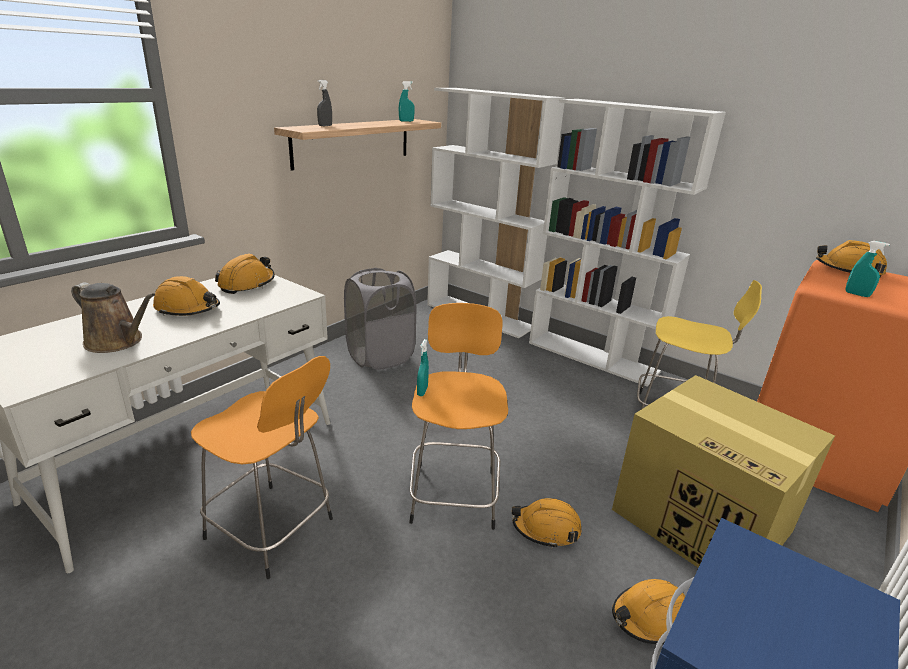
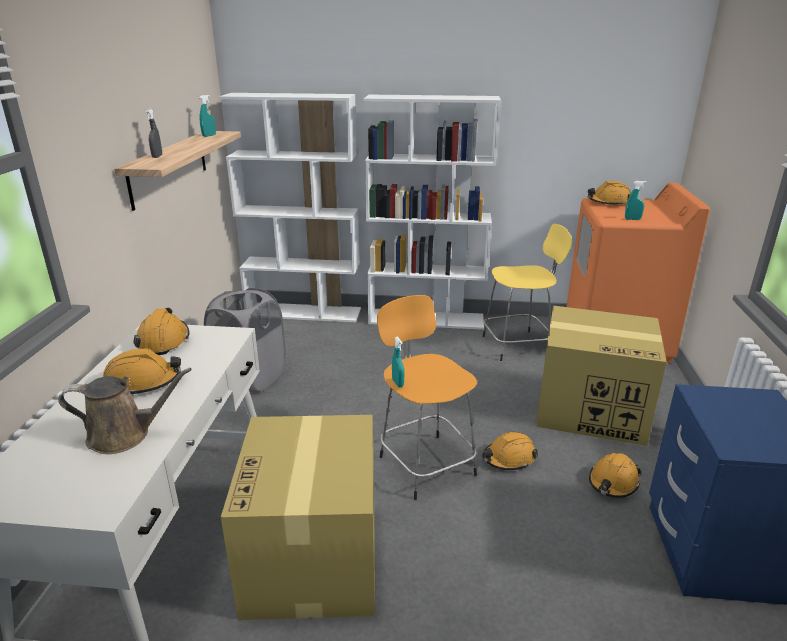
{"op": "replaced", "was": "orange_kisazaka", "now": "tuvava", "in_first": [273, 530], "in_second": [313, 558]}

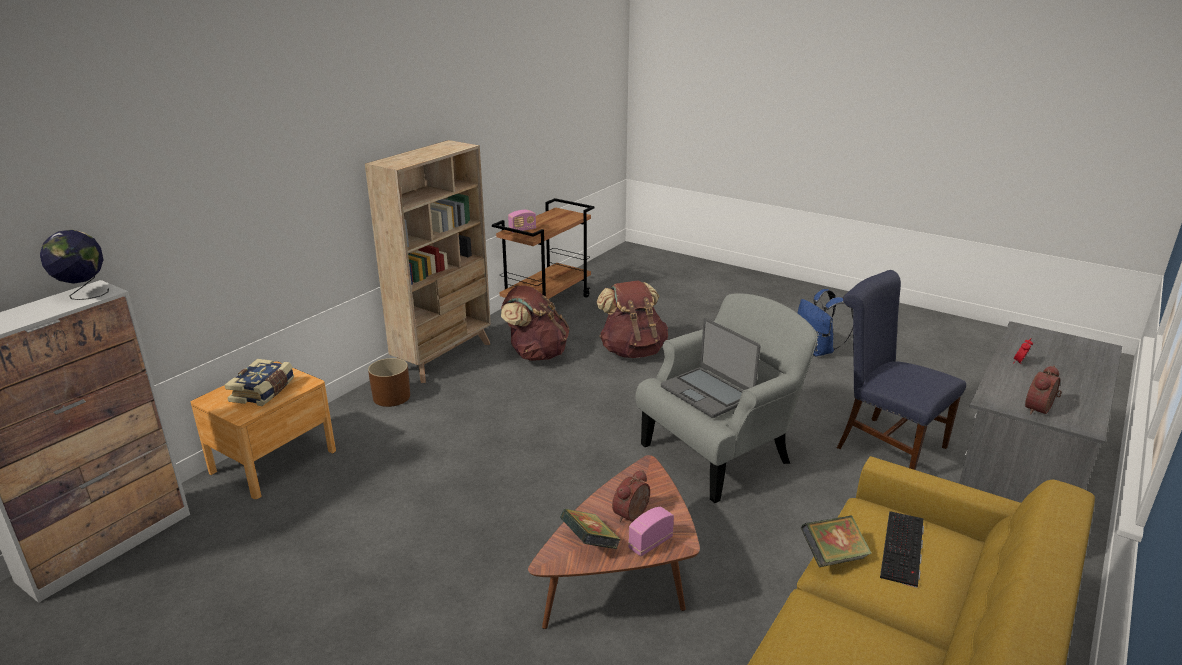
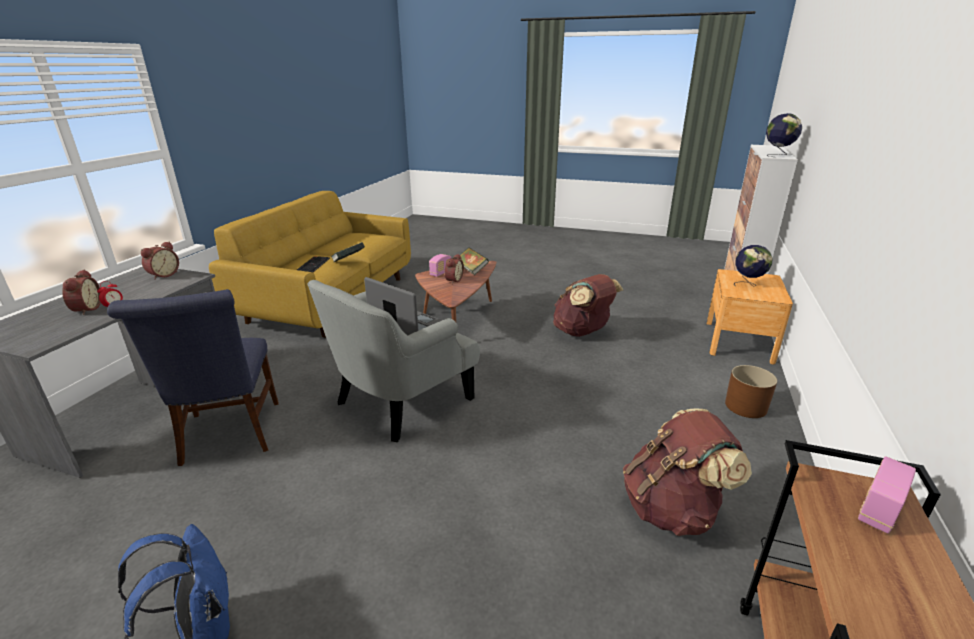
{"op": "replaced", "was": "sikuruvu", "now": "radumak", "in_first": [264, 391], "in_second": [748, 285]}
{"op": "removed", "was": "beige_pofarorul", "in_first": [444, 357]}
{"op": "moved", "was": "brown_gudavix", "in_first": [632, 351], "in_second": [582, 332]}
{"op": "turned", "was": "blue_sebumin", "in_first": [884, 445], "in_second": [230, 436], "clockwise": 45}
{"op": "added", "now": "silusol", "in_second": [86, 309]}

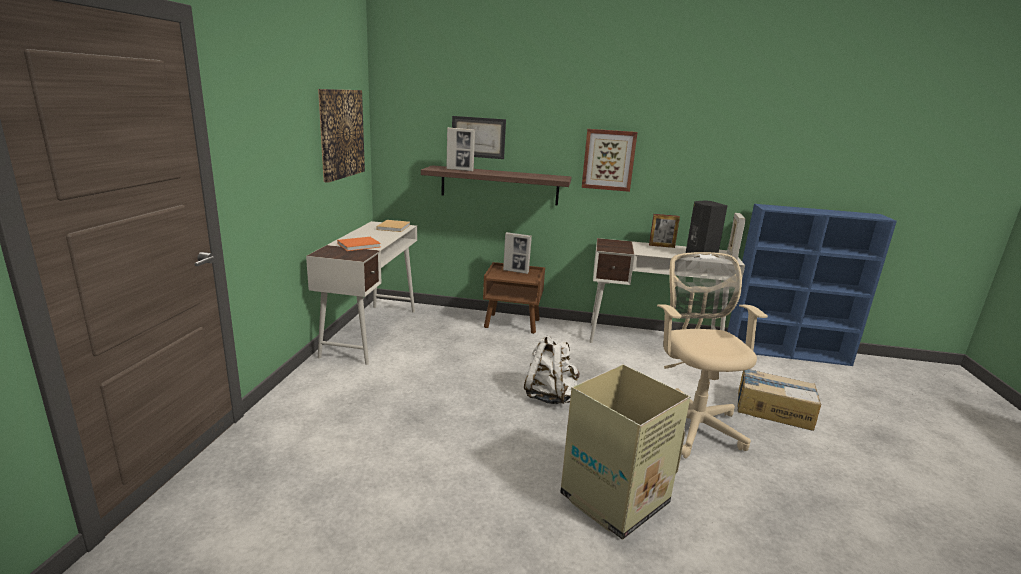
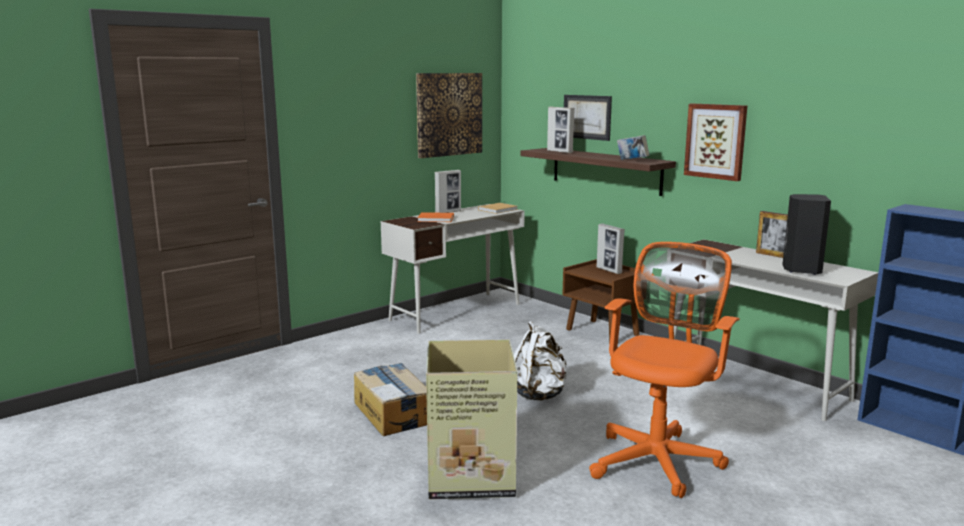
{"op": "recoloured", "was": "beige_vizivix", "now": "orange_vizivix", "in_first": [692, 424], "in_second": [658, 459]}
{"op": "moved", "was": "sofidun", "in_first": [731, 256], "in_second": [448, 212]}
{"op": "moved", "was": "tuvava", "in_first": [773, 409], "in_second": [393, 412]}
{"op": "added", "now": "sikuruvu", "in_second": [632, 160]}

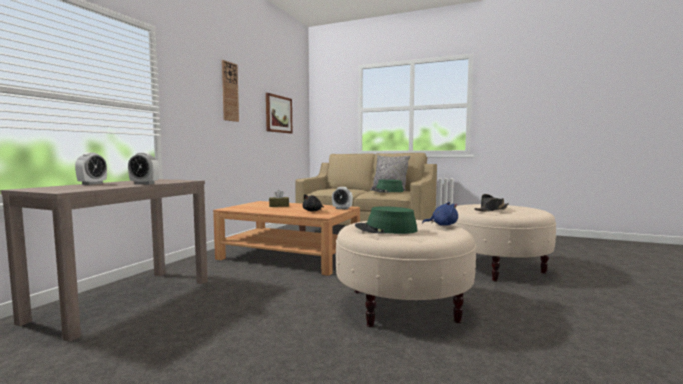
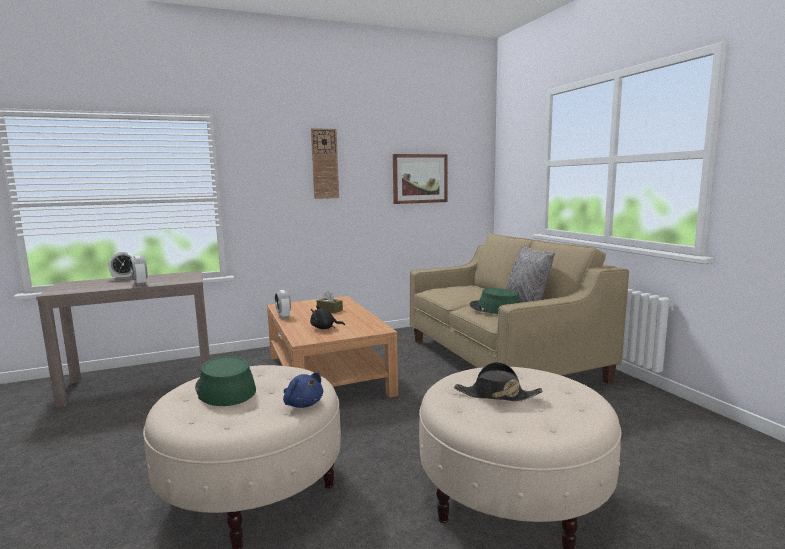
{"op": "moved", "was": "silusol", "in_first": [342, 208], "in_second": [283, 316]}

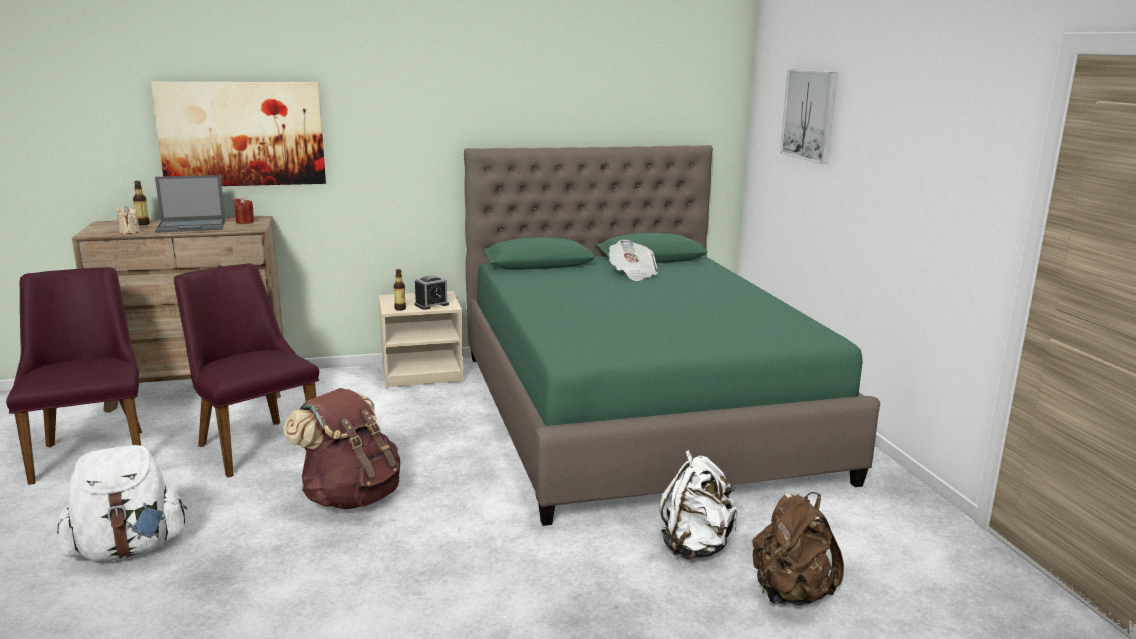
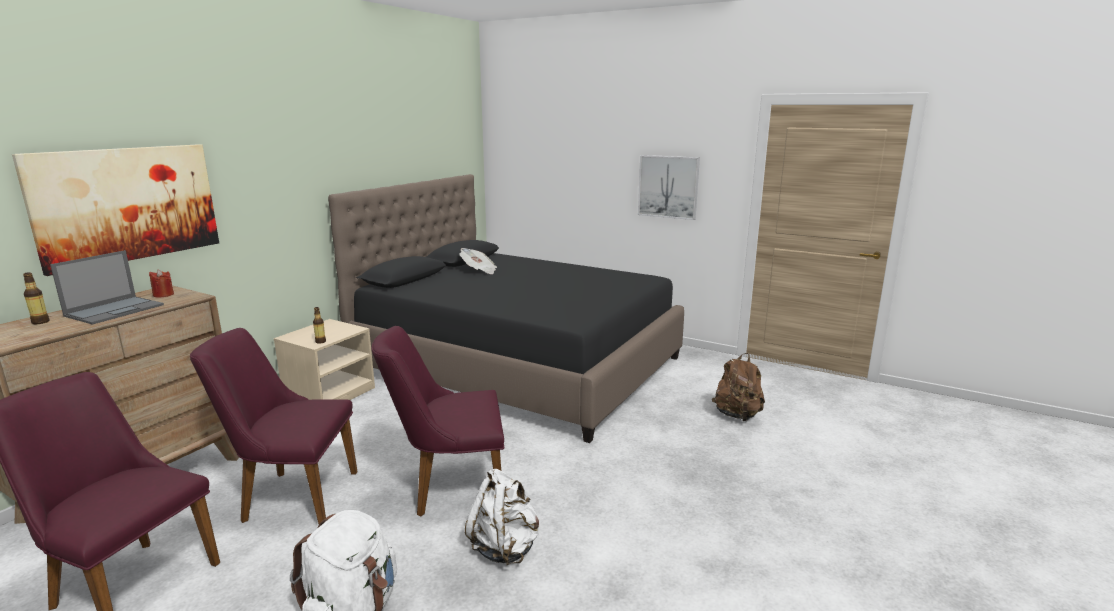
{"op": "removed", "was": "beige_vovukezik", "in_first": [129, 232]}
{"op": "replaced", "was": "brown_gudavix", "now": "purple_sebumin", "in_first": [350, 496], "in_second": [449, 488]}
{"op": "removed", "was": "silusol", "in_first": [431, 304]}
{"op": "recoloured", "was": "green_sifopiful", "now": "black_sifopiful", "in_first": [636, 412], "in_second": [518, 364]}
{"op": "moved", "was": "white_gudavix", "in_first": [696, 547], "in_second": [505, 547]}
{"op": "moved", "was": "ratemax", "in_first": [809, 115], "in_second": [668, 186]}

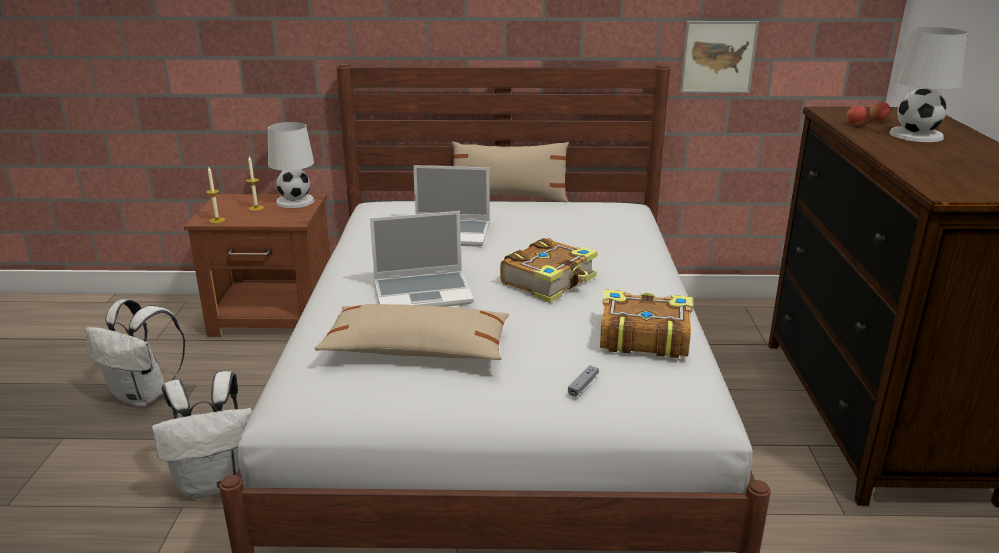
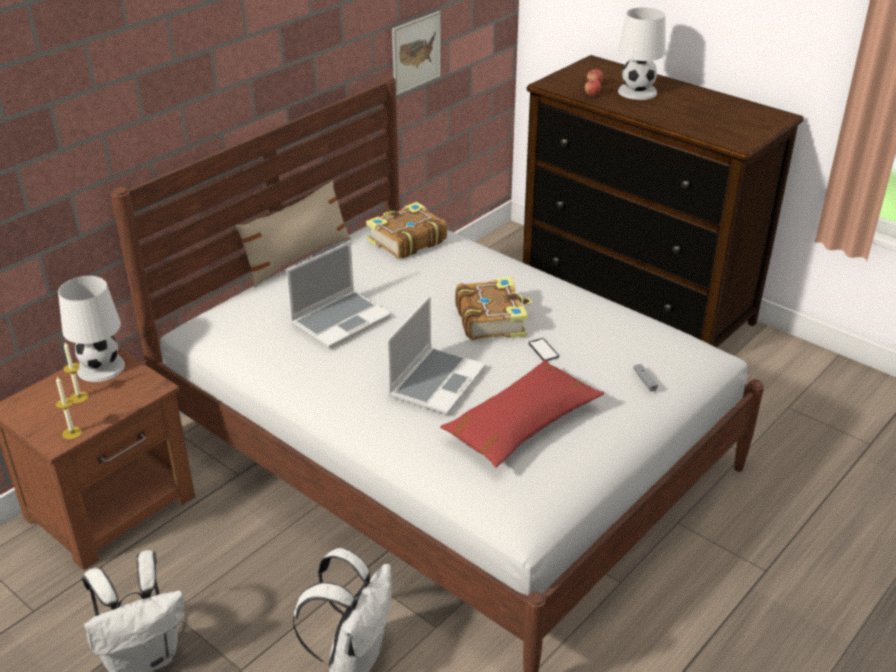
{"op": "recoloured", "was": "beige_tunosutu", "now": "red_tunosutu", "in_first": [417, 349], "in_second": [521, 424]}
{"op": "moved", "was": "sikuruvu", "in_first": [643, 337], "in_second": [406, 241]}
{"op": "added", "now": "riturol", "in_second": [543, 350]}

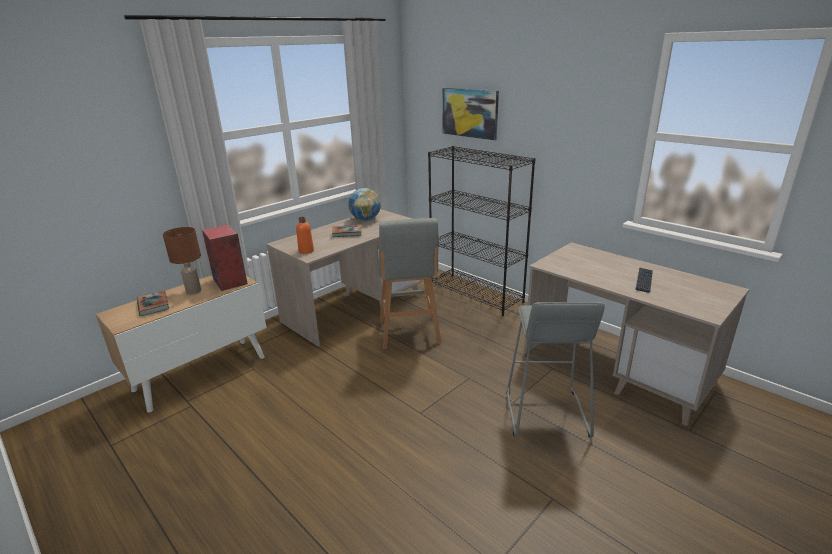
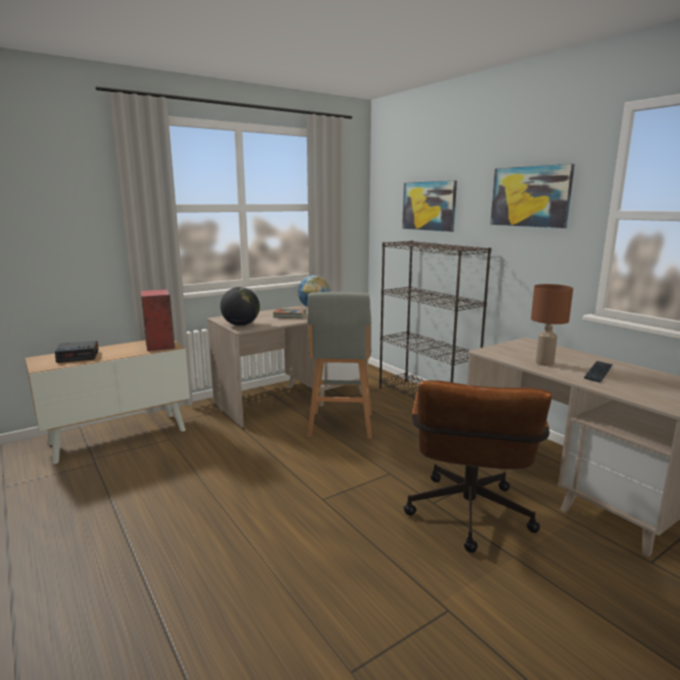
{"op": "replaced", "was": "sikuruvu", "now": "silusol", "in_first": [153, 305], "in_second": [79, 356]}
{"op": "moved", "was": "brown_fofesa", "in_first": [193, 291], "in_second": [544, 363]}
{"op": "replaced", "was": "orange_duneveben", "now": "radumak", "in_first": [306, 251], "in_second": [241, 325]}
{"op": "replaced", "was": "grey_kisazaka", "now": "brown_vizivix", "in_first": [545, 413], "in_second": [468, 519]}
{"op": "added", "now": "ratemax", "in_second": [530, 196]}

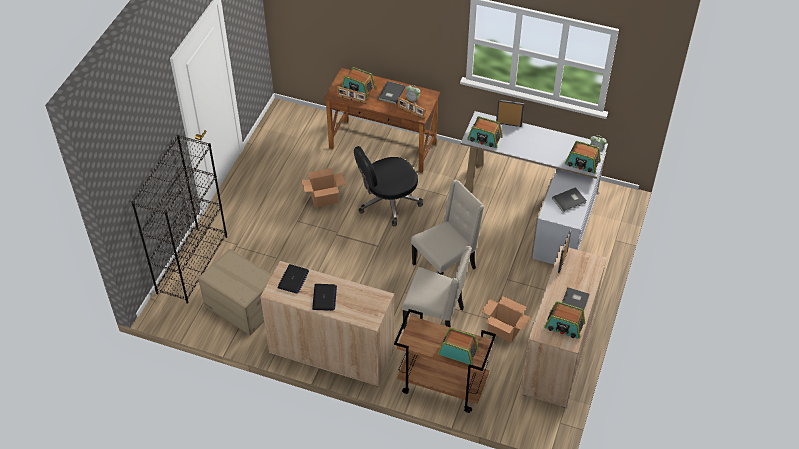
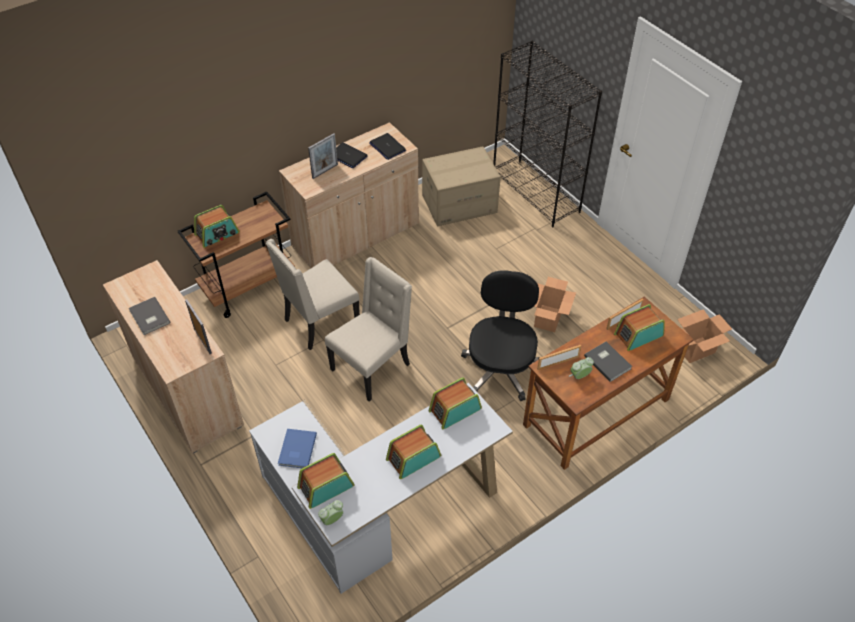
{"op": "turned", "was": "beige_sebumin", "in_first": [445, 266], "in_second": [372, 367], "clockwise": -135}
{"op": "moved", "was": "tuvava", "in_first": [503, 330], "in_second": [696, 349]}
{"op": "moved", "was": "sofidun", "in_first": [508, 124], "in_second": [325, 171]}
{"op": "moved", "was": "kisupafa", "in_first": [564, 326], "in_second": [413, 457]}
{"op": "recoloured", "was": "grey_sikuruvu", "now": "blue_sikuruvu", "in_first": [569, 200], "in_second": [296, 450]}

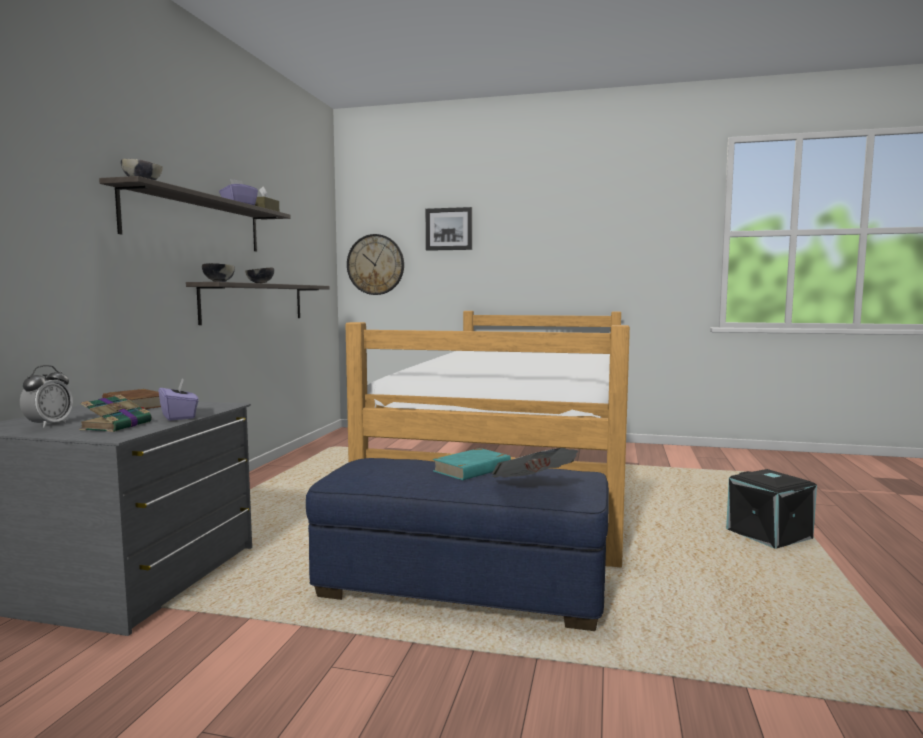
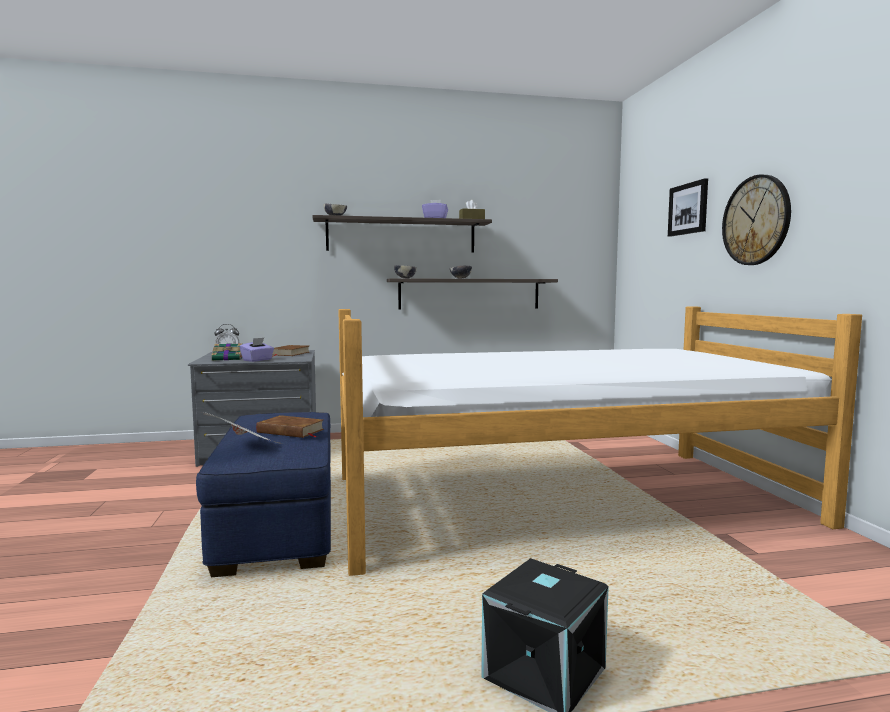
{"op": "moved", "was": "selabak", "in_first": [375, 264], "in_second": [756, 220]}
{"op": "recoloured", "was": "turquoise_sikuruvu", "now": "brown_sikuruvu", "in_first": [472, 469], "in_second": [290, 431]}

